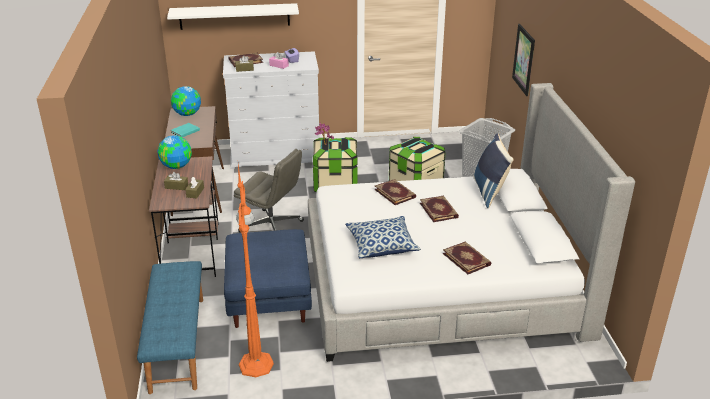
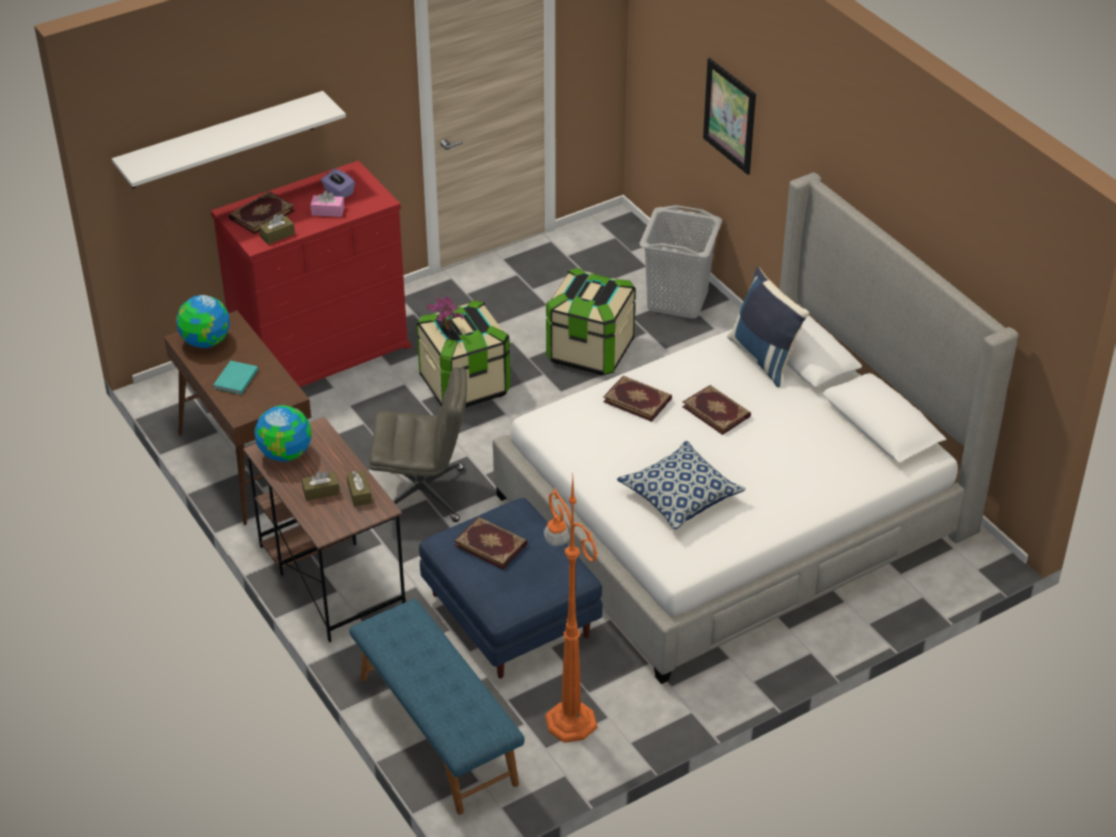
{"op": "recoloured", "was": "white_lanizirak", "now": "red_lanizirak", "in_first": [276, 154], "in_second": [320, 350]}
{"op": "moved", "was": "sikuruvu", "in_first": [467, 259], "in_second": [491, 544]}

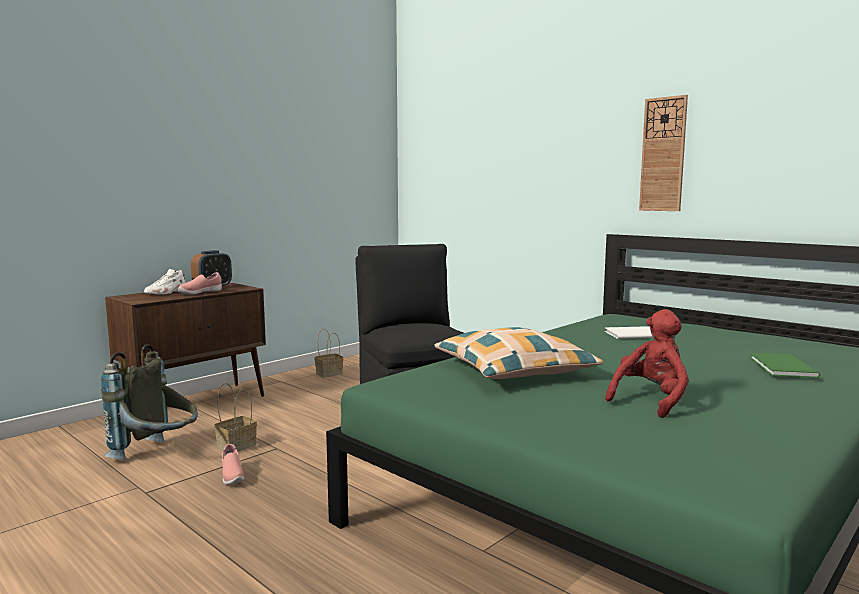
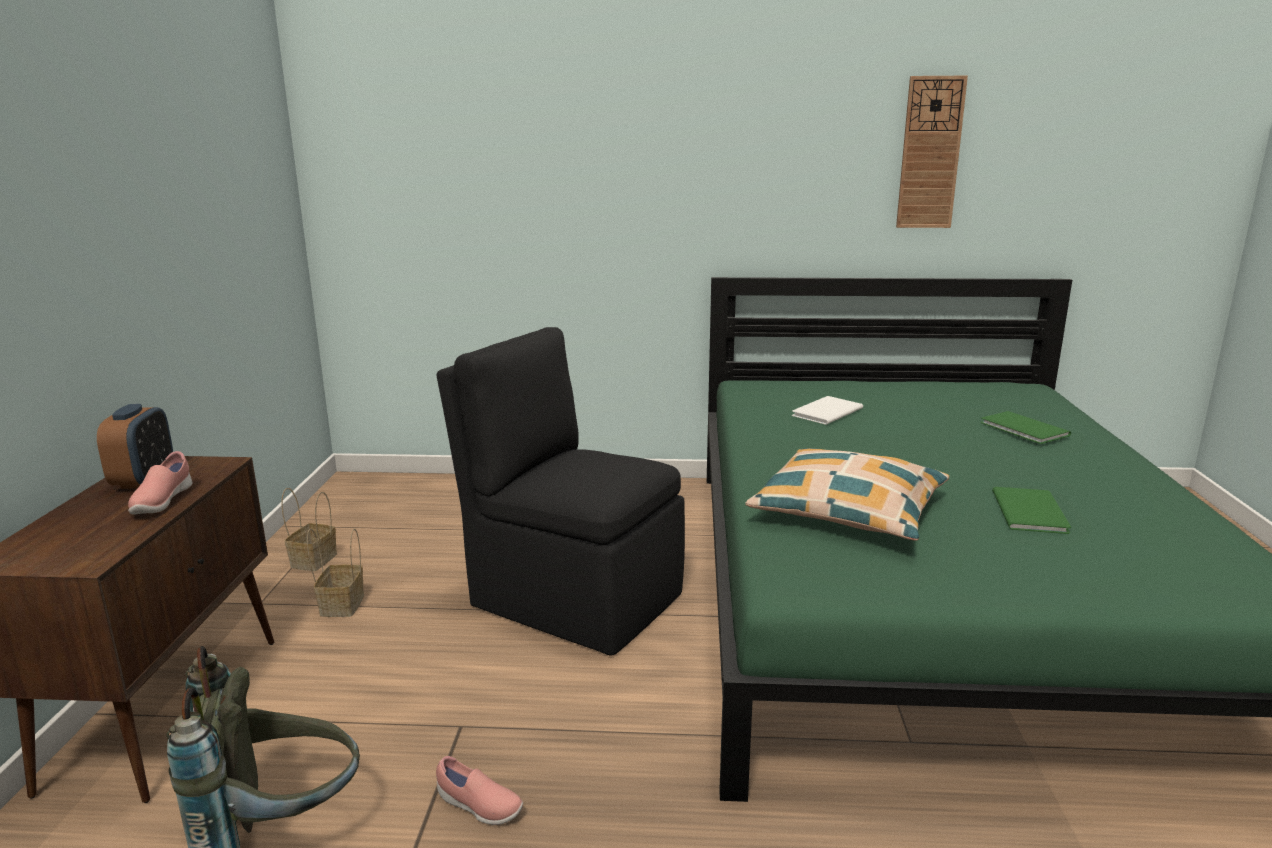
{"op": "removed", "was": "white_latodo", "in_first": [166, 293]}
{"op": "moved", "was": "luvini", "in_first": [237, 445], "in_second": [341, 604]}
{"op": "replaced", "was": "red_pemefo", "now": "green_sikuruvu", "in_first": [651, 400], "in_second": [1031, 511]}
{"op": "moved", "was": "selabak", "in_first": [663, 154], "in_second": [930, 153]}

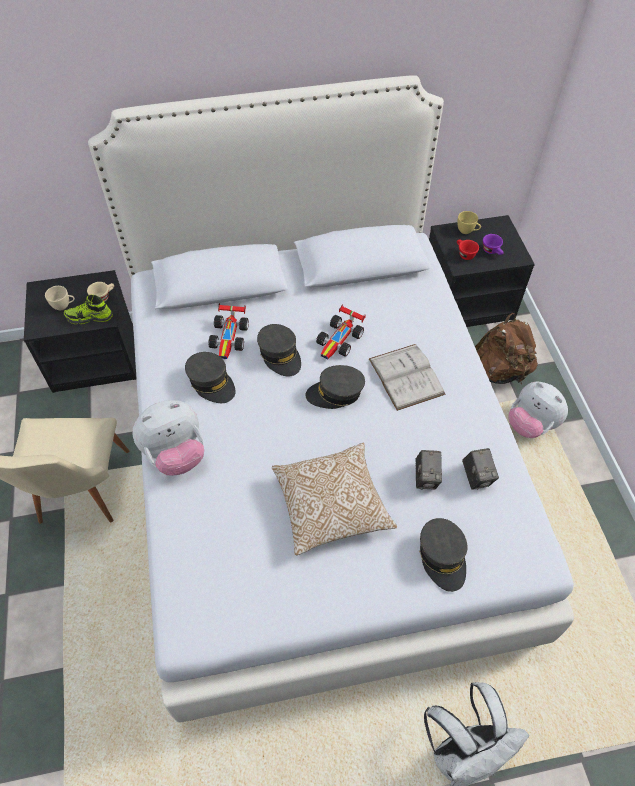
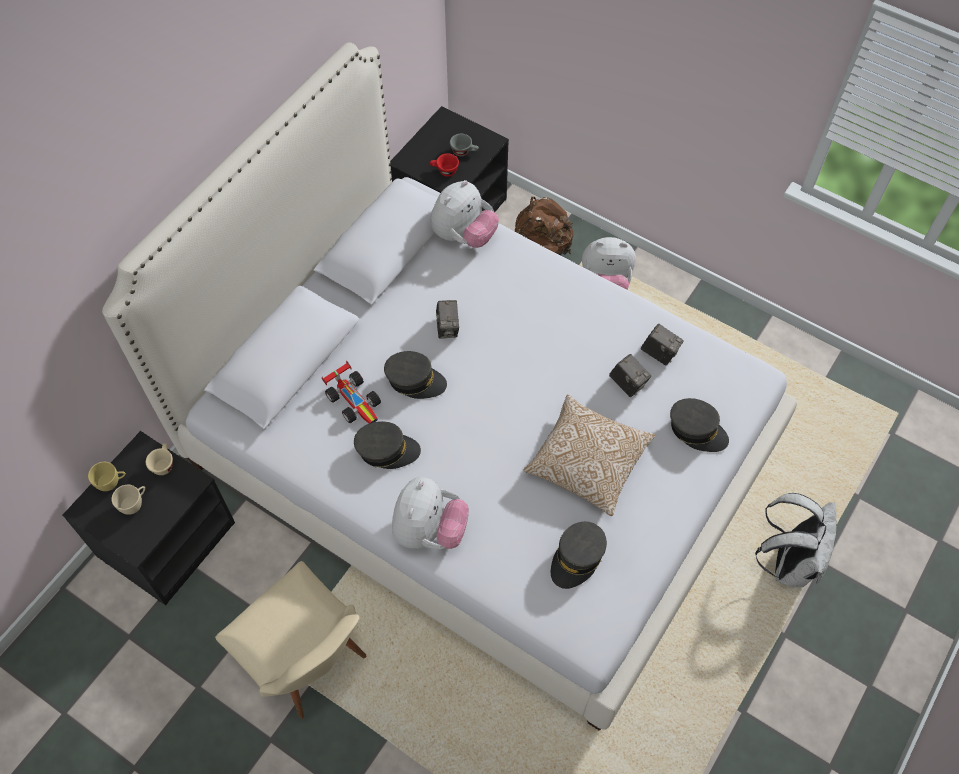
{"op": "removed", "was": "latodo", "in_first": [89, 317]}
{"op": "moved", "was": "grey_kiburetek", "in_first": [335, 393], "in_second": [577, 558]}
{"op": "replaced", "was": "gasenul", "now": "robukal", "in_first": [340, 340], "in_second": [448, 328]}
{"op": "removed", "was": "white_sikuruvu", "in_first": [406, 376]}
{"op": "moved", "was": "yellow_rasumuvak", "in_first": [467, 231], "in_second": [112, 483]}
{"op": "recoloured", "was": "purple_rasumuvak", "now": "grey_rasumuvak", "in_first": [492, 251], "in_second": [464, 151]}
{"op": "added", "now": "pemefo", "in_second": [463, 236]}

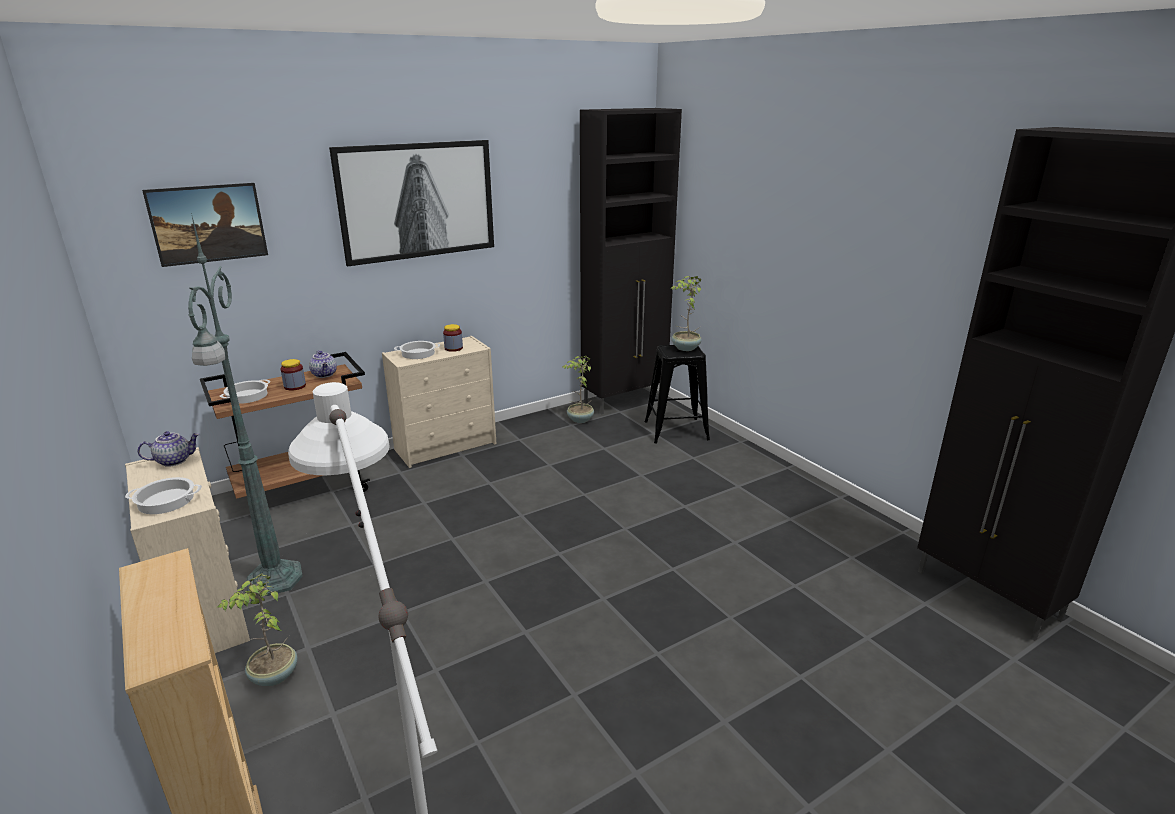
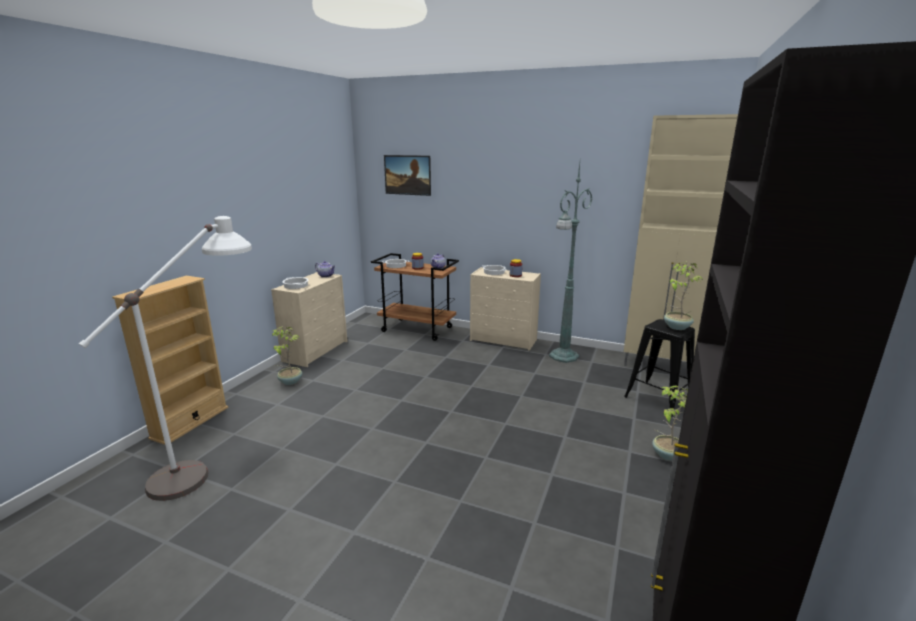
{"op": "moved", "was": "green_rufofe", "in_first": [273, 580], "in_second": [562, 356]}
{"op": "removed", "was": "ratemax", "in_first": [417, 200]}
{"op": "moved", "was": "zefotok", "in_first": [579, 420], "in_second": [666, 455]}
{"op": "recoloured", "was": "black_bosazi", "now": "beige_bosazi", "in_first": [625, 400], "in_second": [660, 366]}

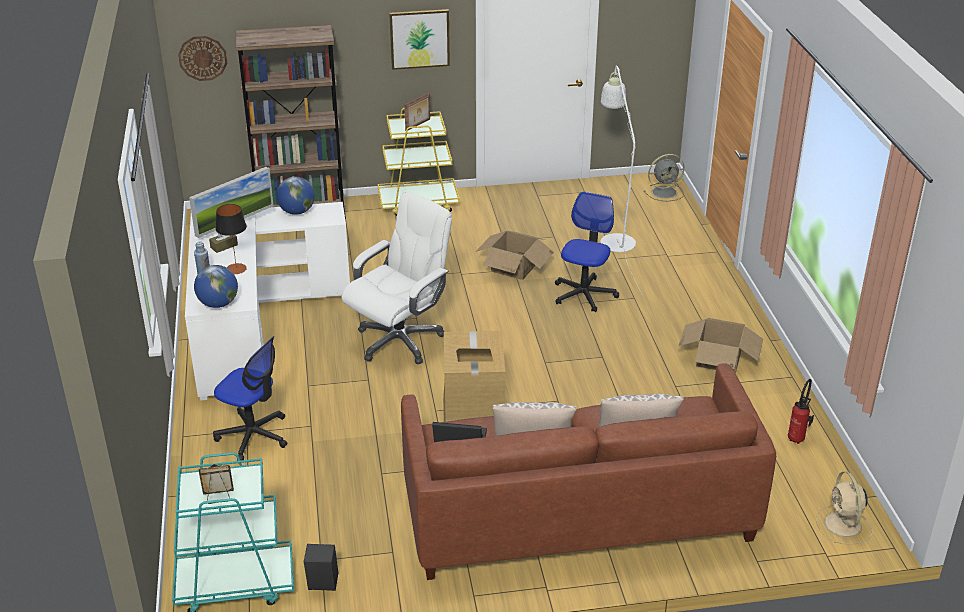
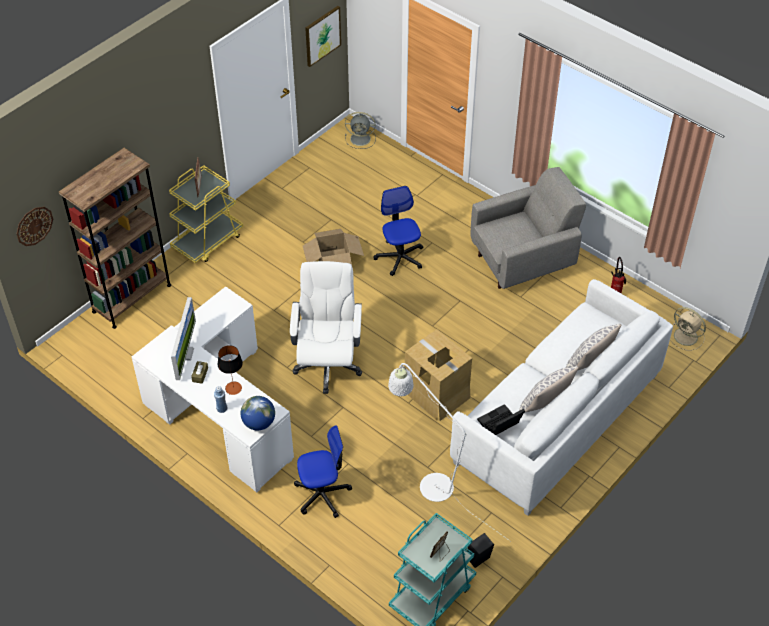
{"op": "removed", "was": "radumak", "in_first": [297, 212]}
{"op": "moved", "was": "ratemax", "in_first": [419, 39], "in_second": [322, 35]}
{"op": "recoloured", "was": "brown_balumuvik", "now": "white_balumuvik", "in_first": [577, 513], "in_second": [557, 419]}
{"op": "moved", "was": "white_rufofe", "in_first": [615, 237], "in_second": [429, 482]}
{"op": "turned", "was": "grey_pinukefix", "in_first": [665, 192], "in_second": [361, 139], "clockwise": 60}
{"op": "replaced", "was": "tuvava", "now": "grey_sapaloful", "in_first": [718, 358], "in_second": [523, 261]}

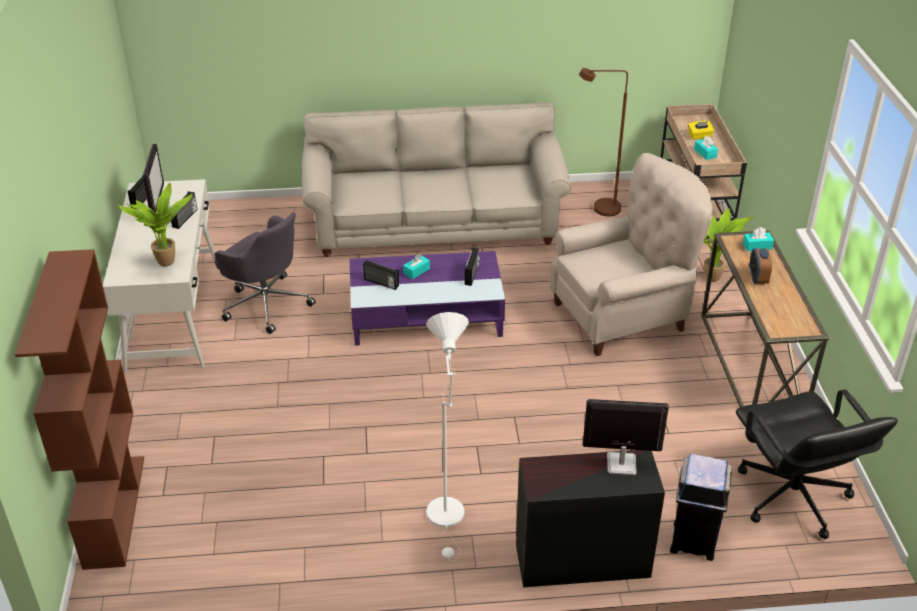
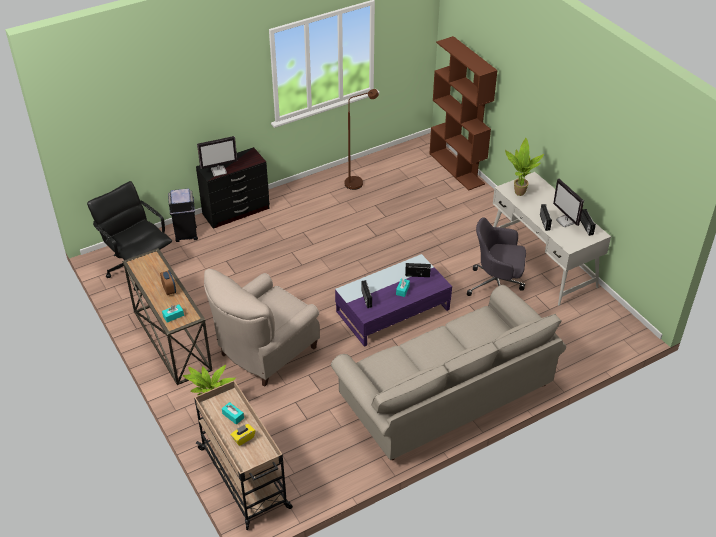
{"op": "removed", "was": "white_rufofe", "in_first": [447, 518]}
{"op": "moved", "was": "brown_rufofe", "in_first": [599, 209], "in_second": [358, 182]}

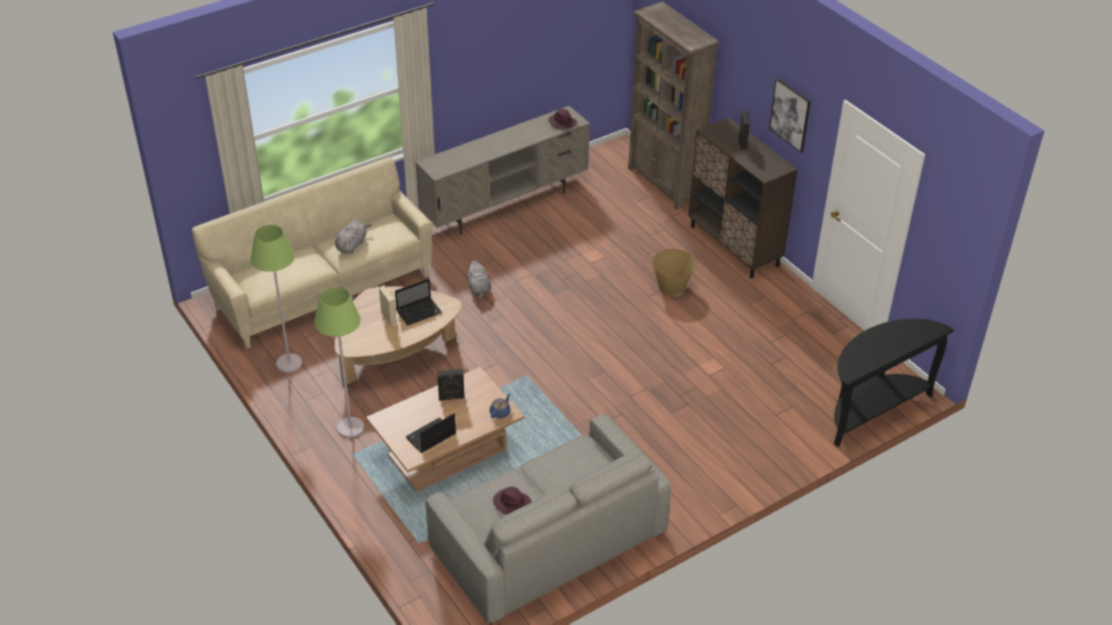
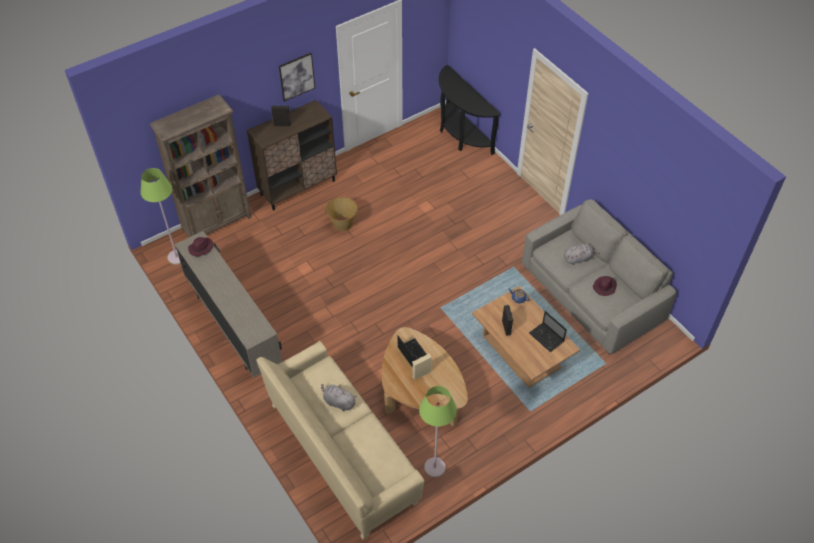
{"op": "moved", "was": "green_rufofe", "in_first": [350, 428], "in_second": [176, 257]}
{"op": "moved", "was": "grey_pemefo", "in_first": [479, 289], "in_second": [578, 258]}

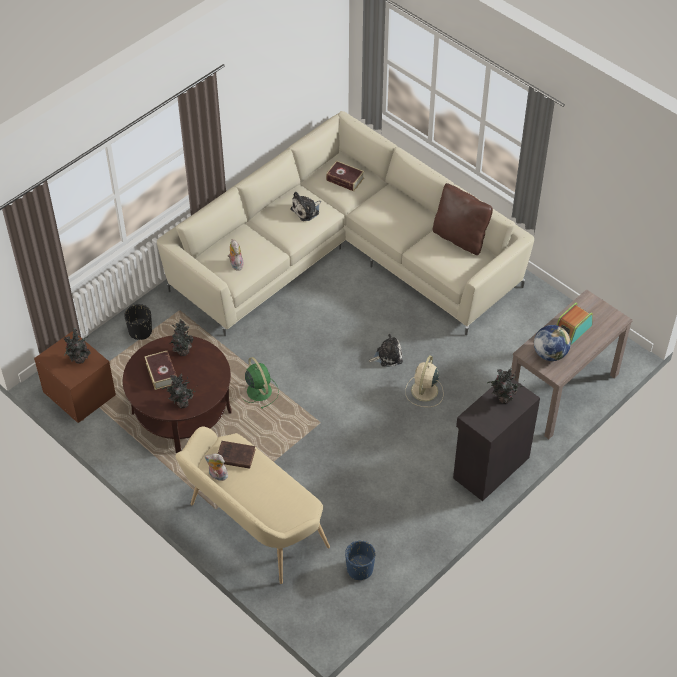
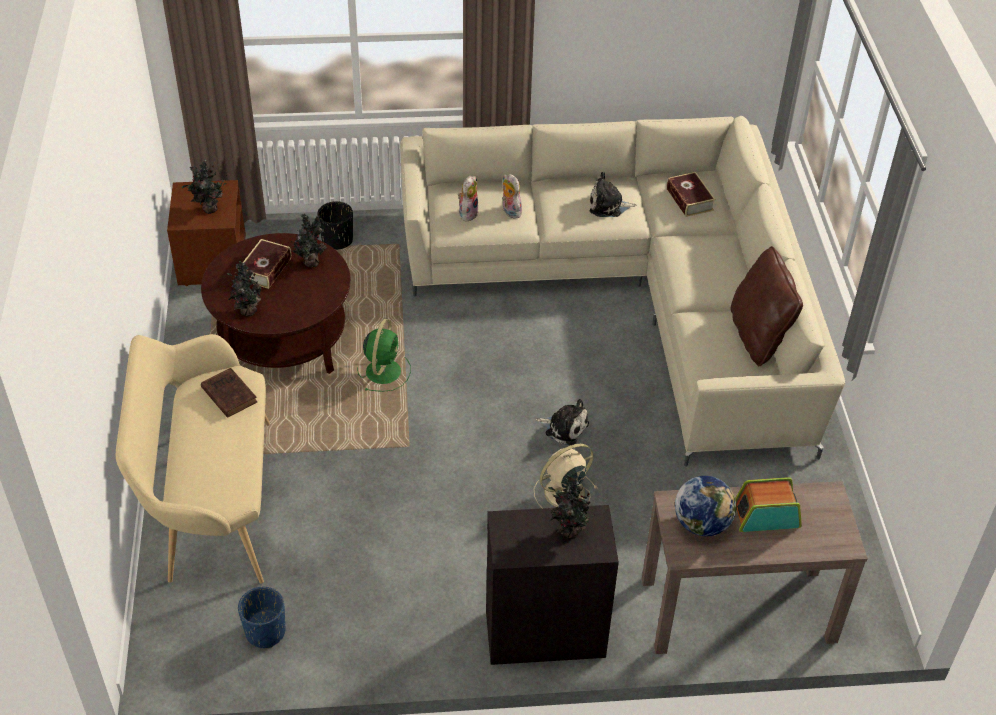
{"op": "moved", "was": "pemefo", "in_first": [217, 476], "in_second": [510, 211]}

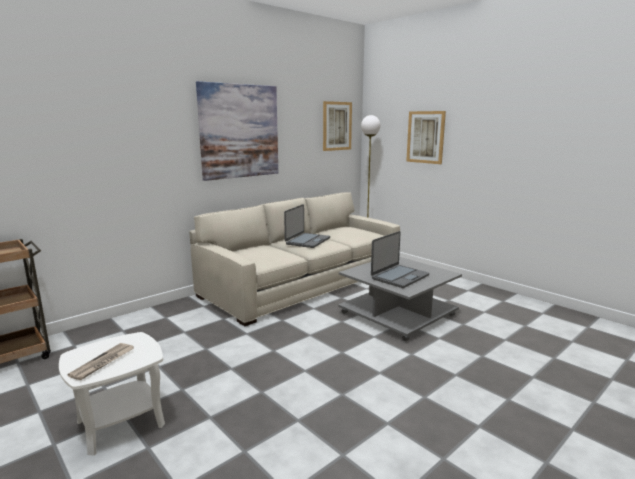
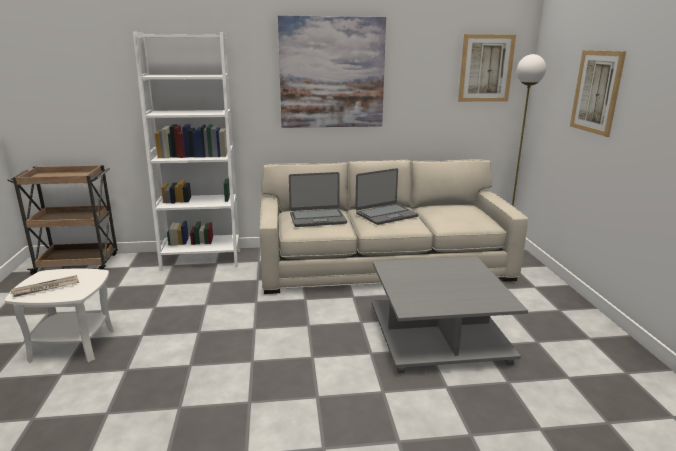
{"op": "moved", "was": "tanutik", "in_first": [399, 277], "in_second": [317, 218]}
{"op": "added", "now": "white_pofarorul", "in_second": [201, 260]}

